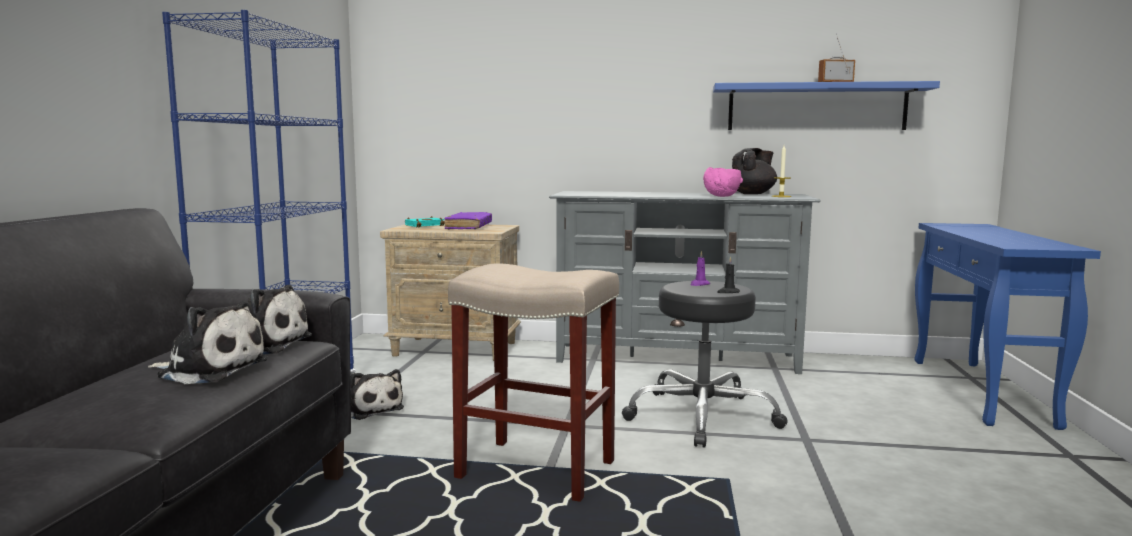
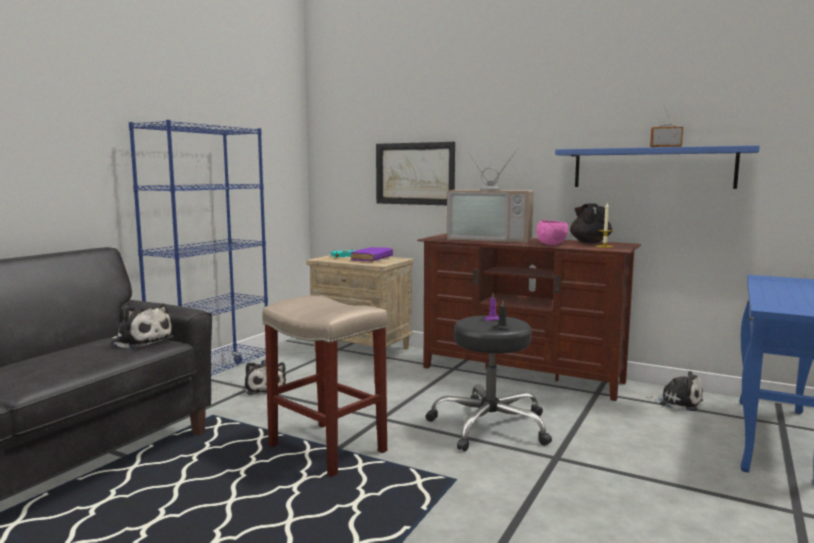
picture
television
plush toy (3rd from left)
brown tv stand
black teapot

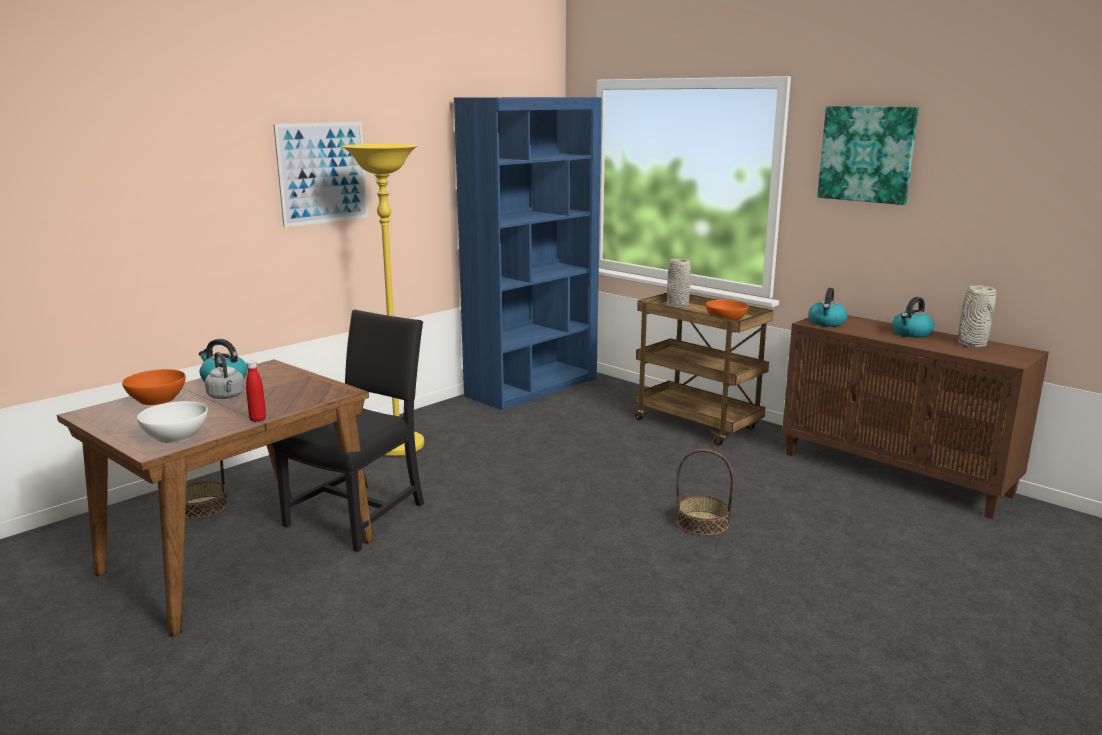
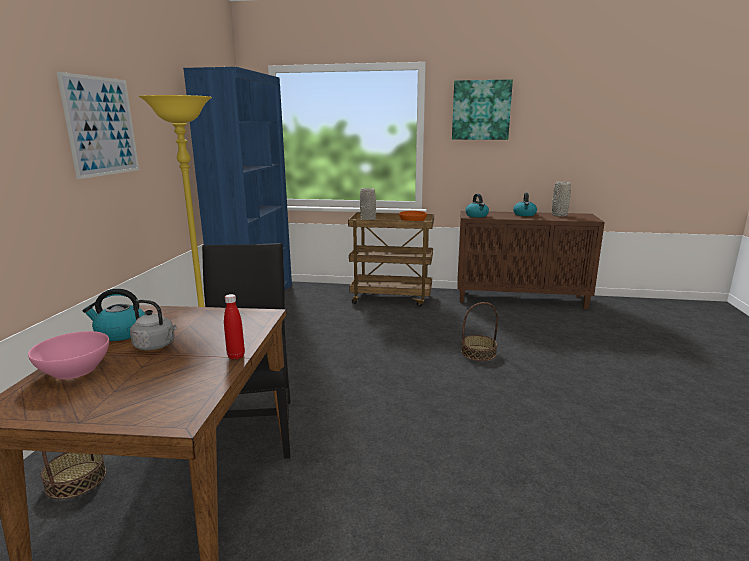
white bowl
pink bowl

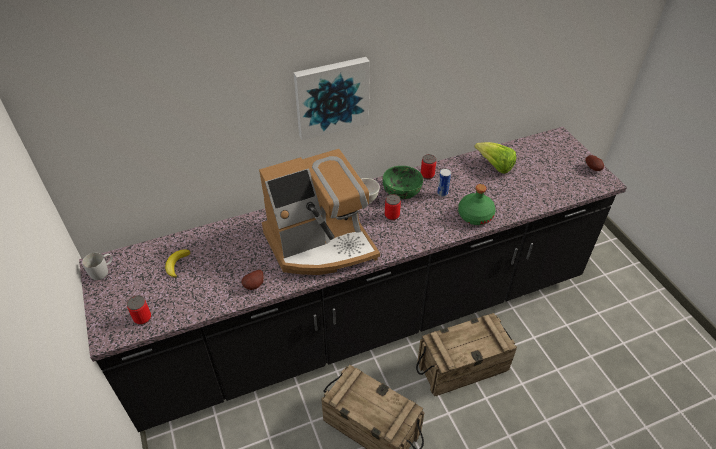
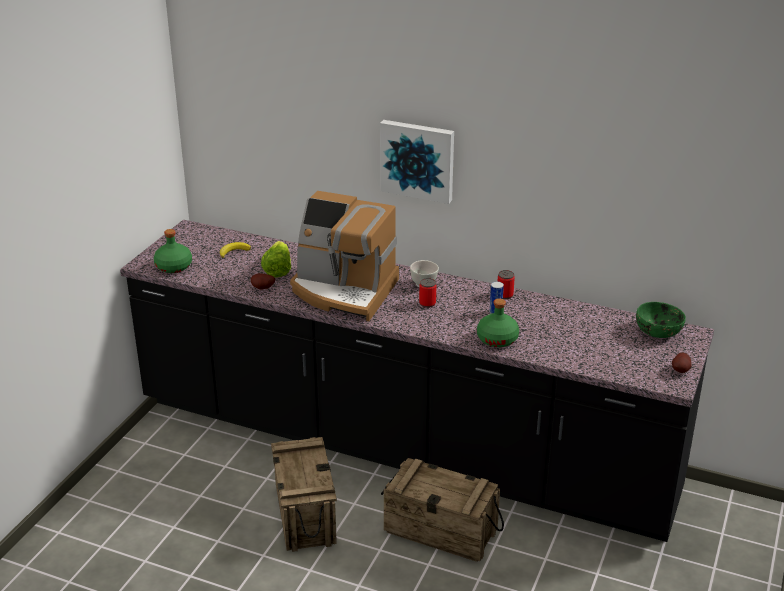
white mug
green bowl
lettuce
green bottle (1st from left)

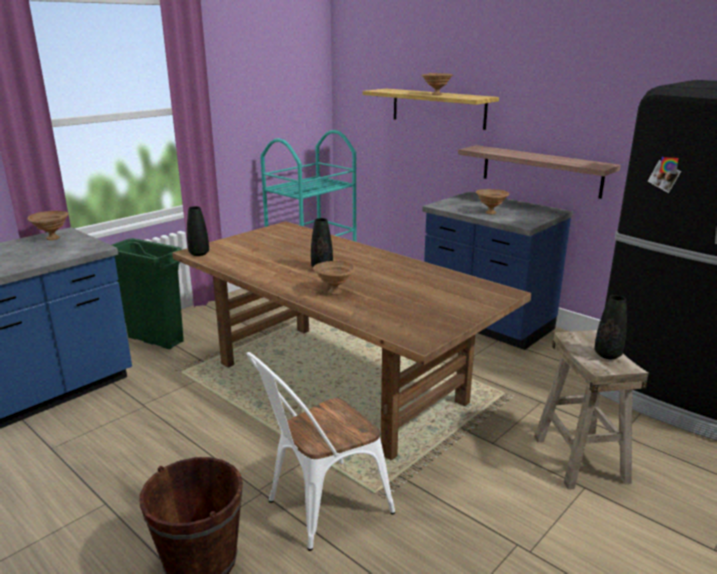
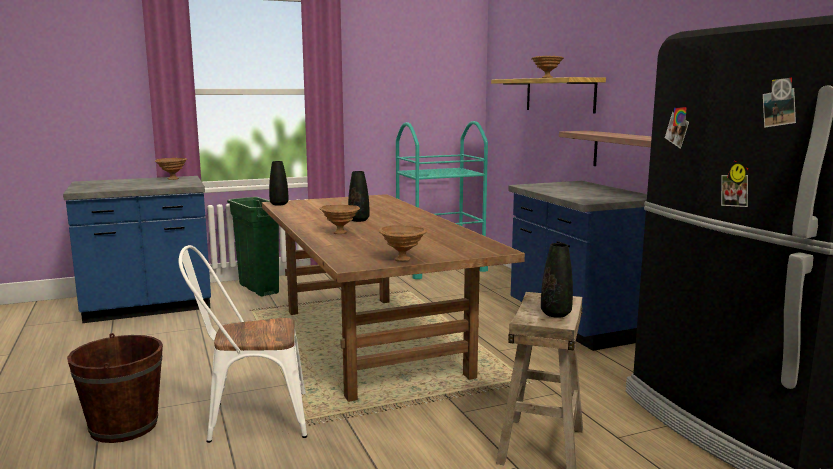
brown bowl (3rd from left)

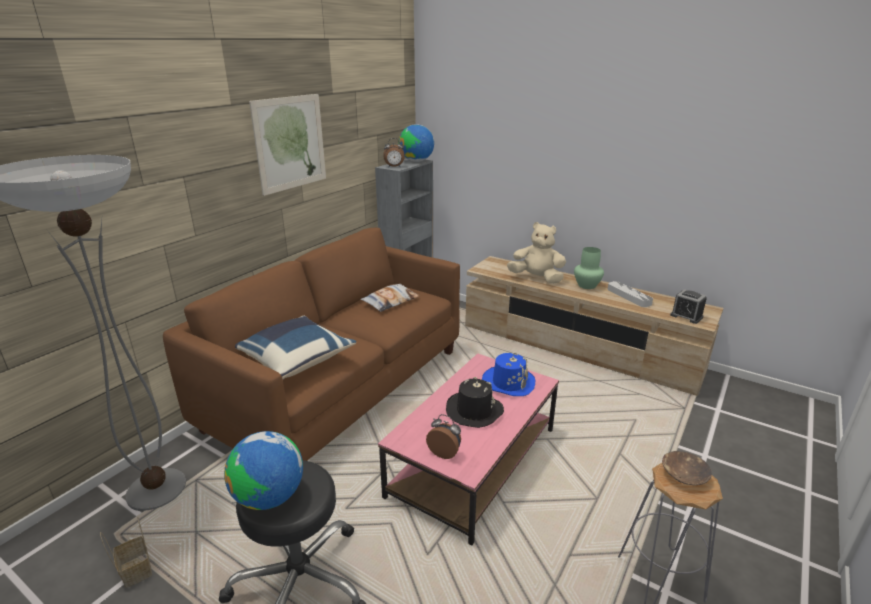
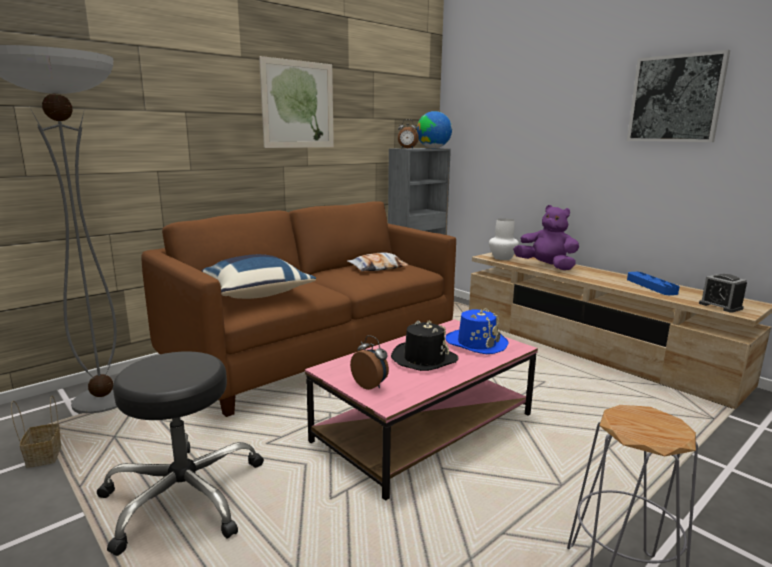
globe (1st from left in the first image)
green vase
brown bowl
white vase
picture (2nd from left)
purple plush toy
blue tray

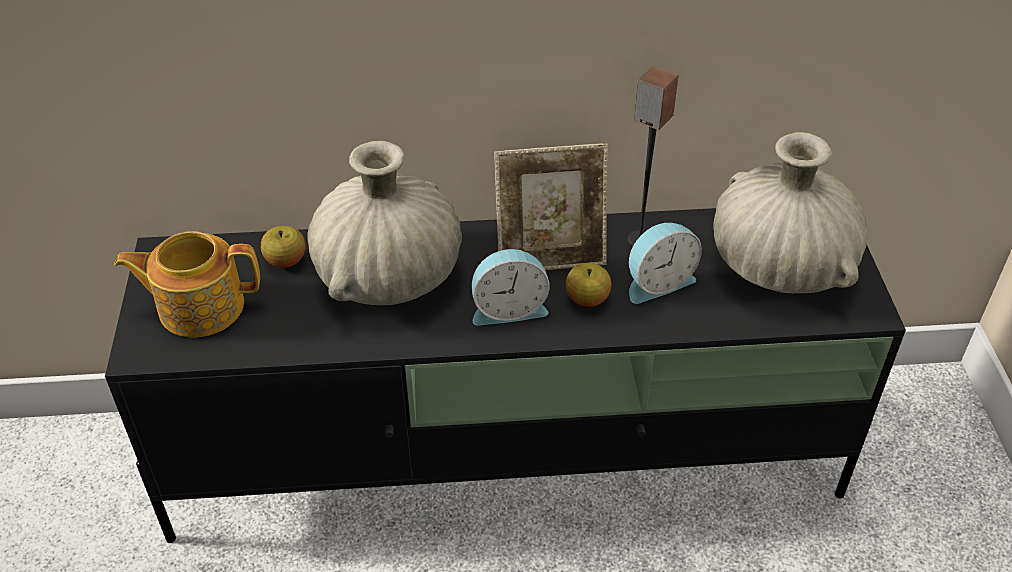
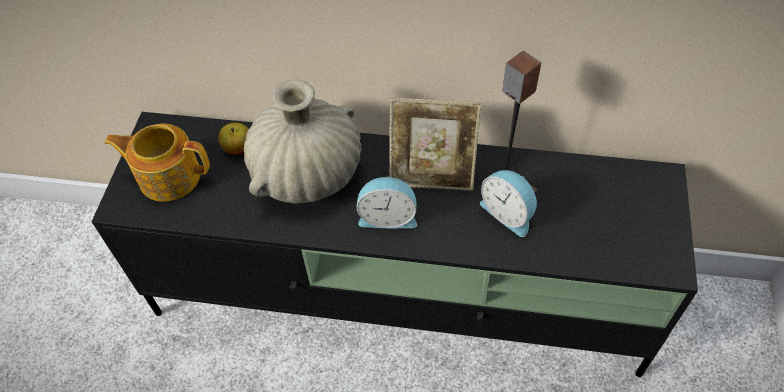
apple (2nd from left in the first image)
beige vase (2nd from left in the first image)
alarm clock (2nd from left)

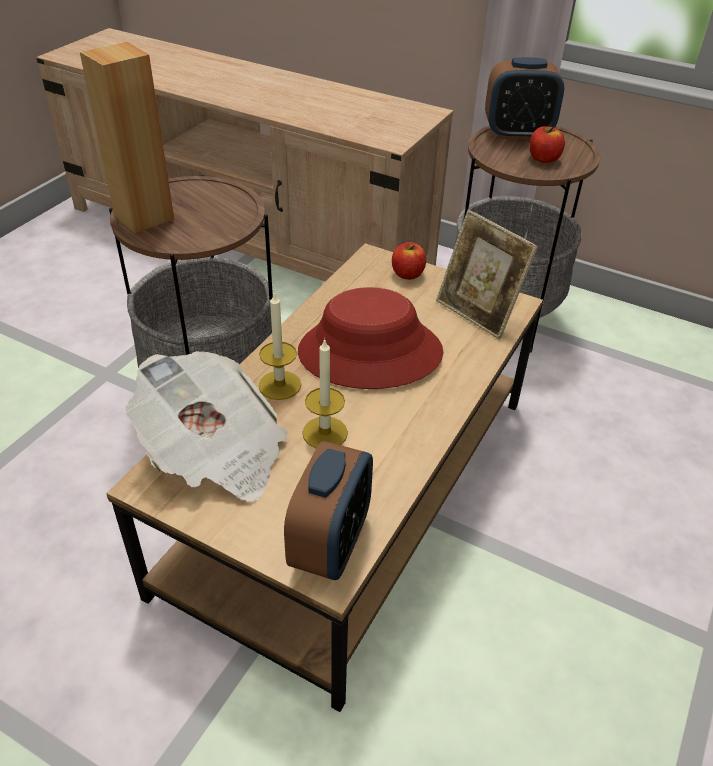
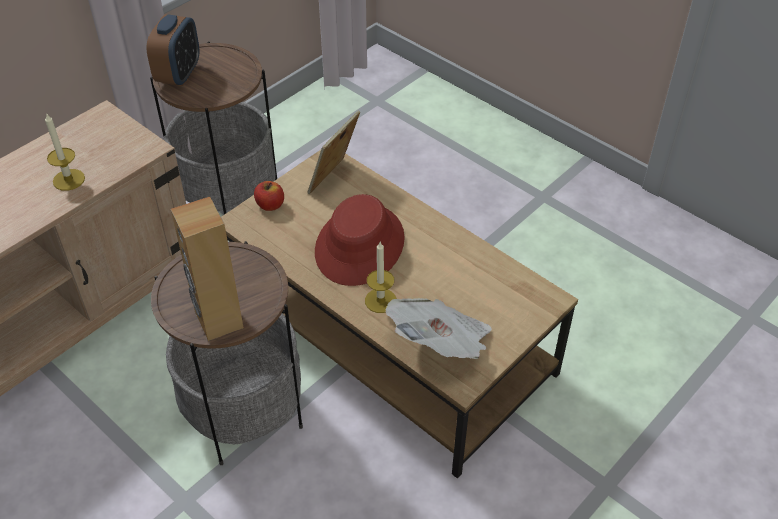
alarm clock (1st from left in the first image)
apple (2nd from left in the first image)
candle (1st from left)
picture frame

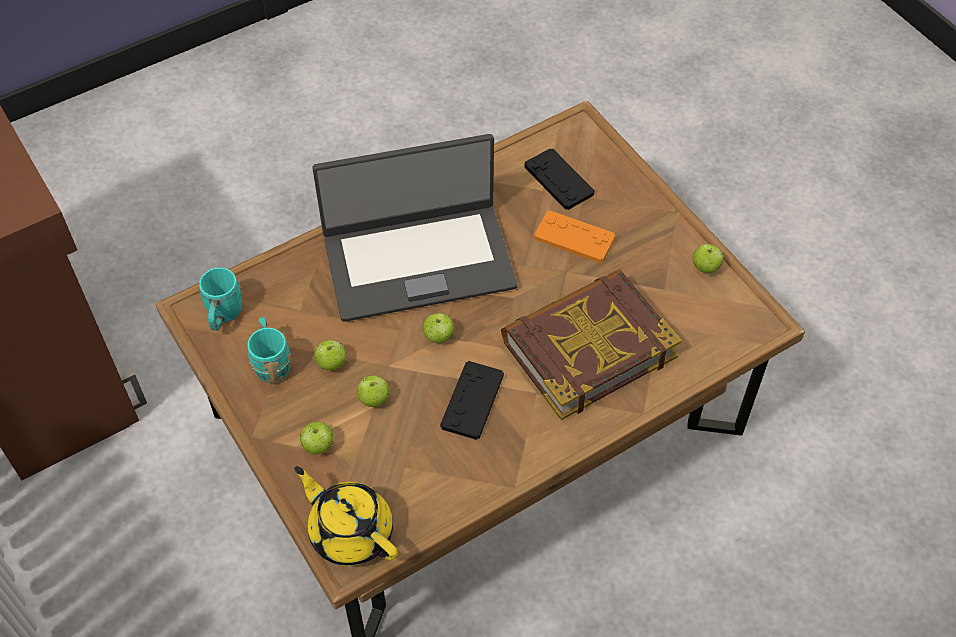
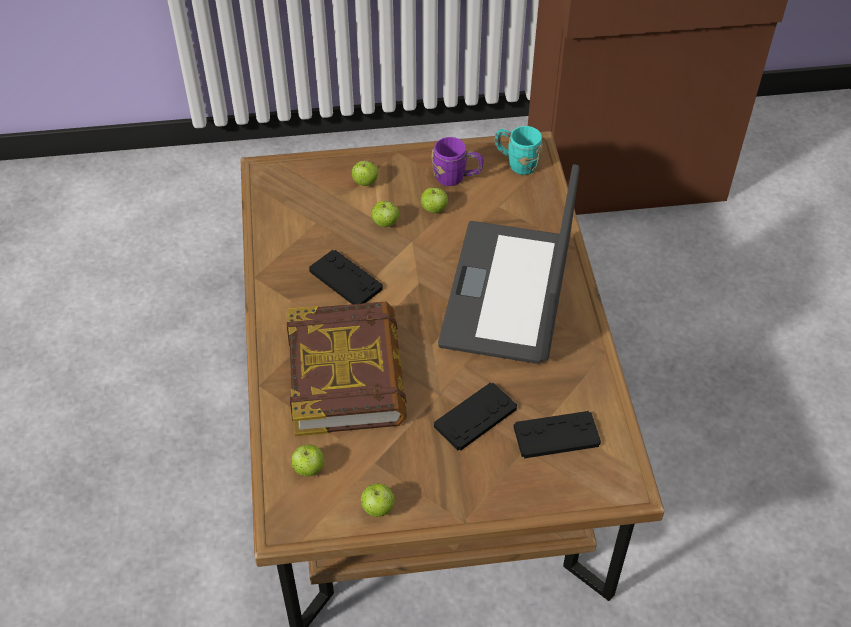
yellow teapot
apple (1st from left)
purple mug
black game controller (2nd from left)

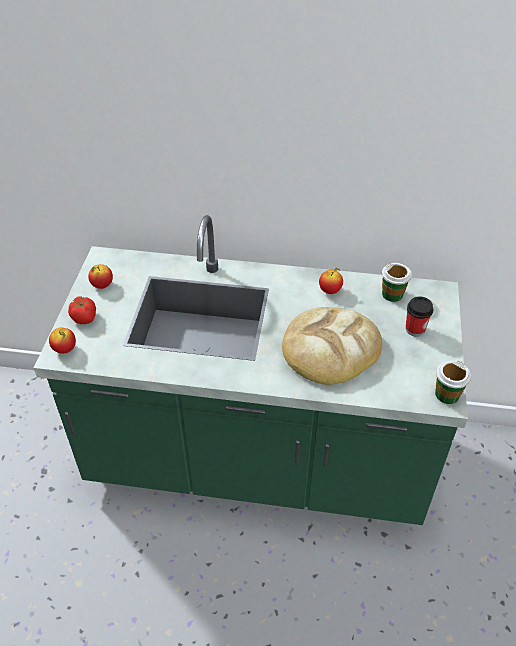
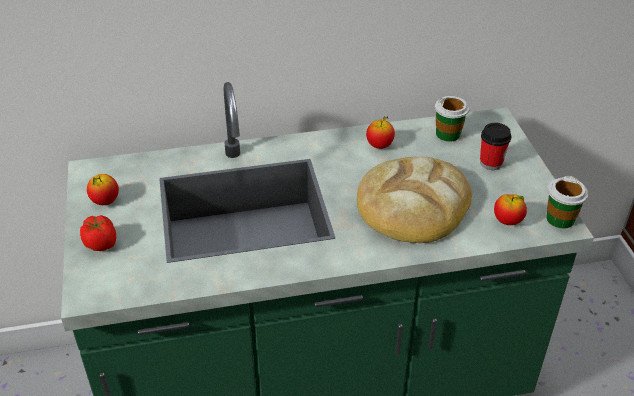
apple (3rd from left)

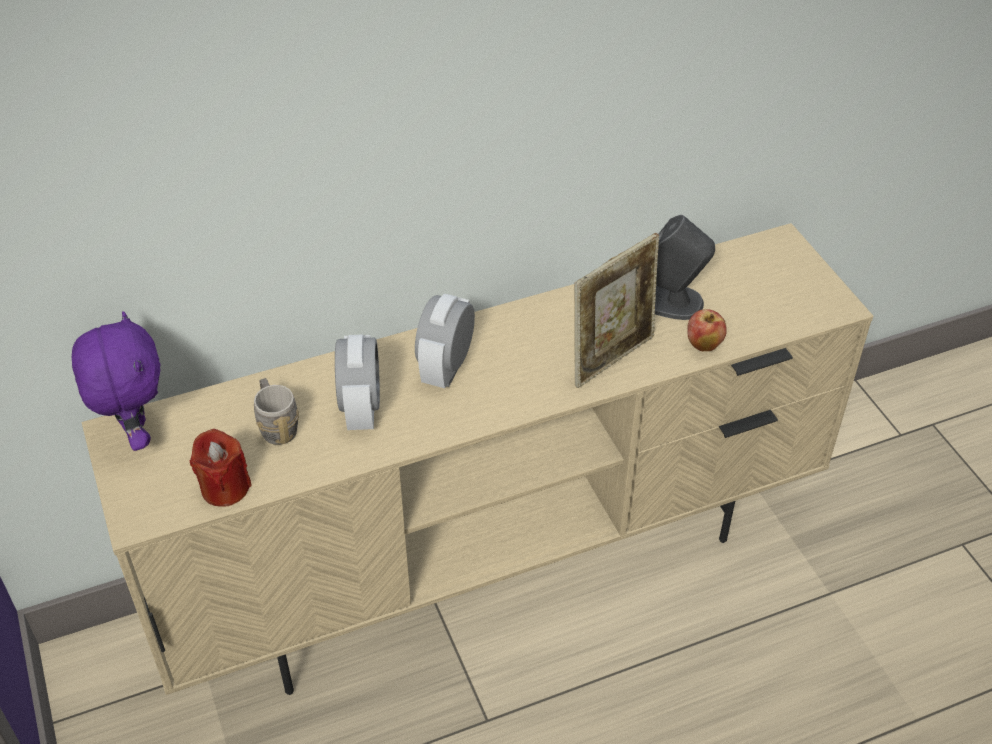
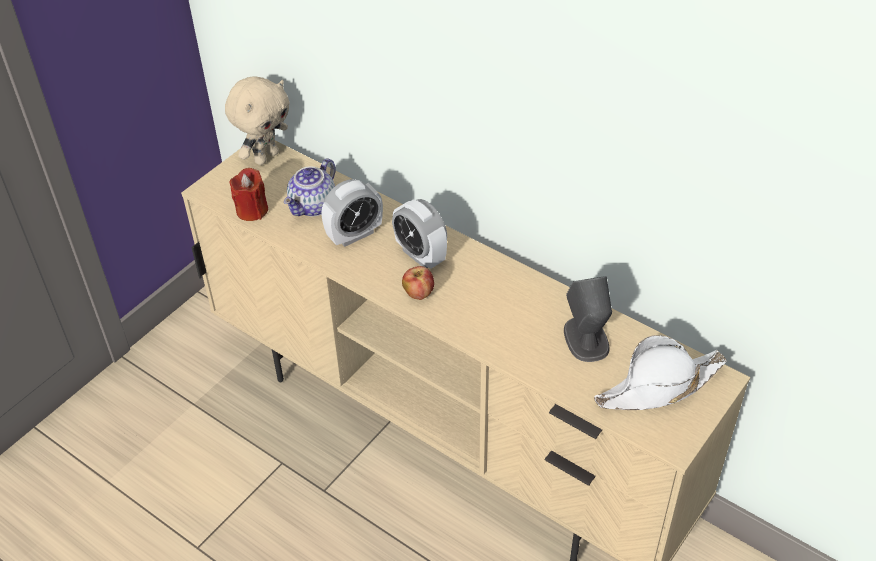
picture frame
white hat
apple
teapot
beige plush toy
alarm clock (2nd from left)

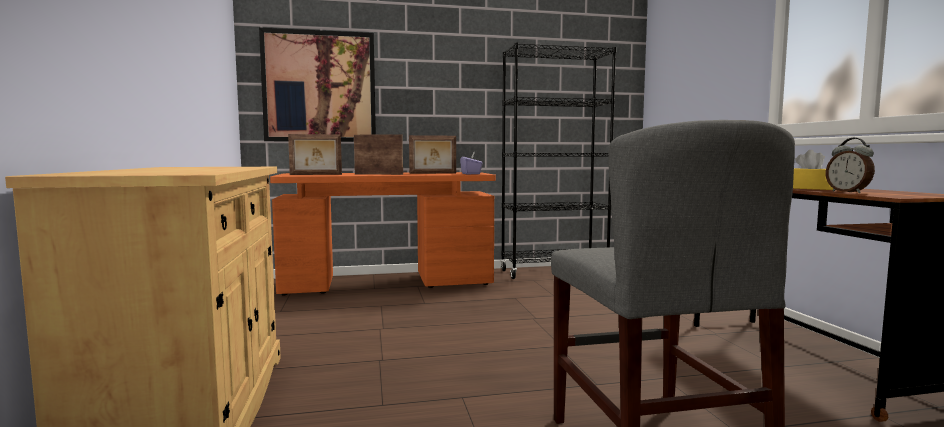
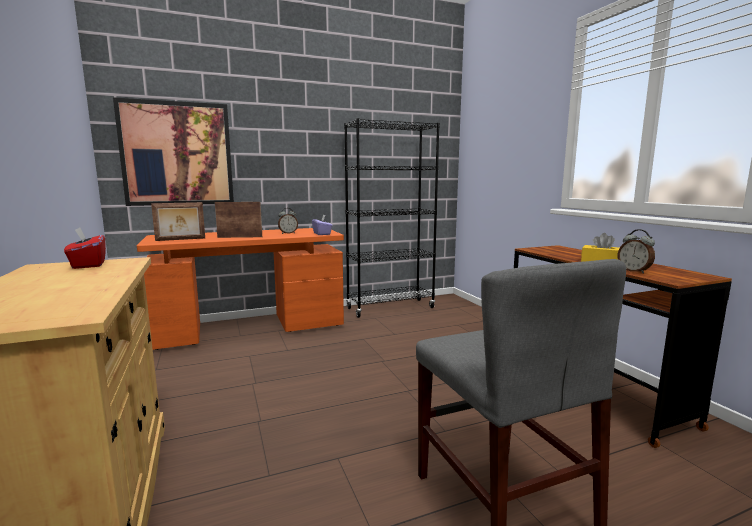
red tissue box
alarm clock (1st from left)

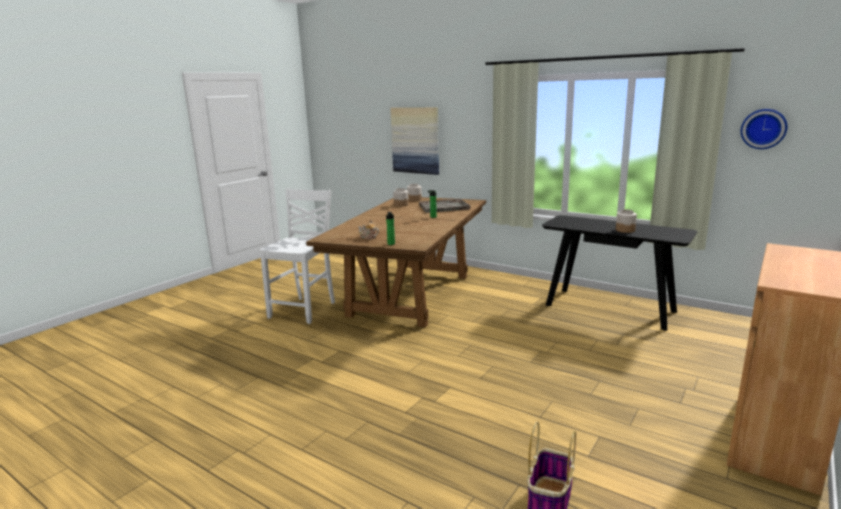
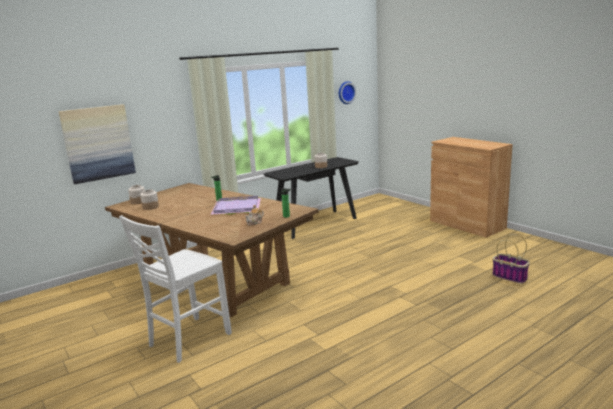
grey tray
purple tray
white chair

